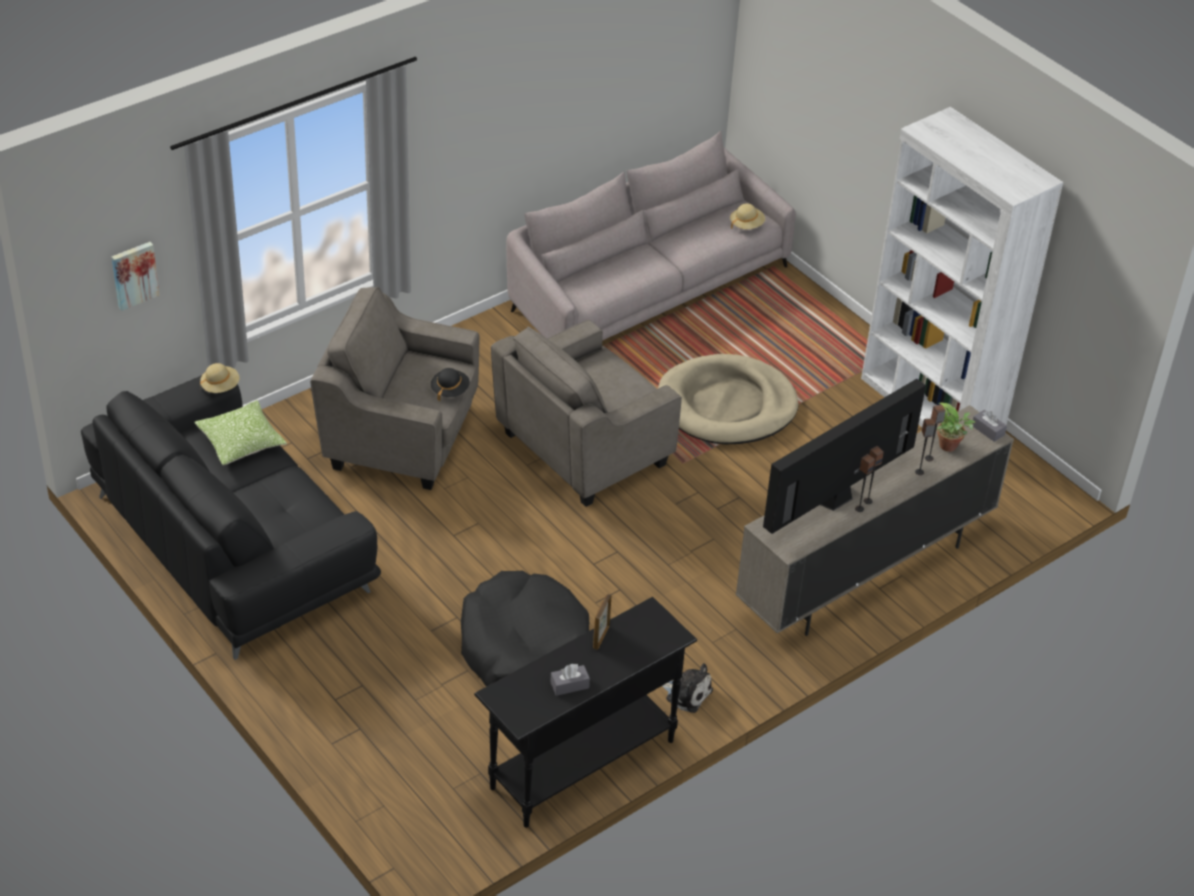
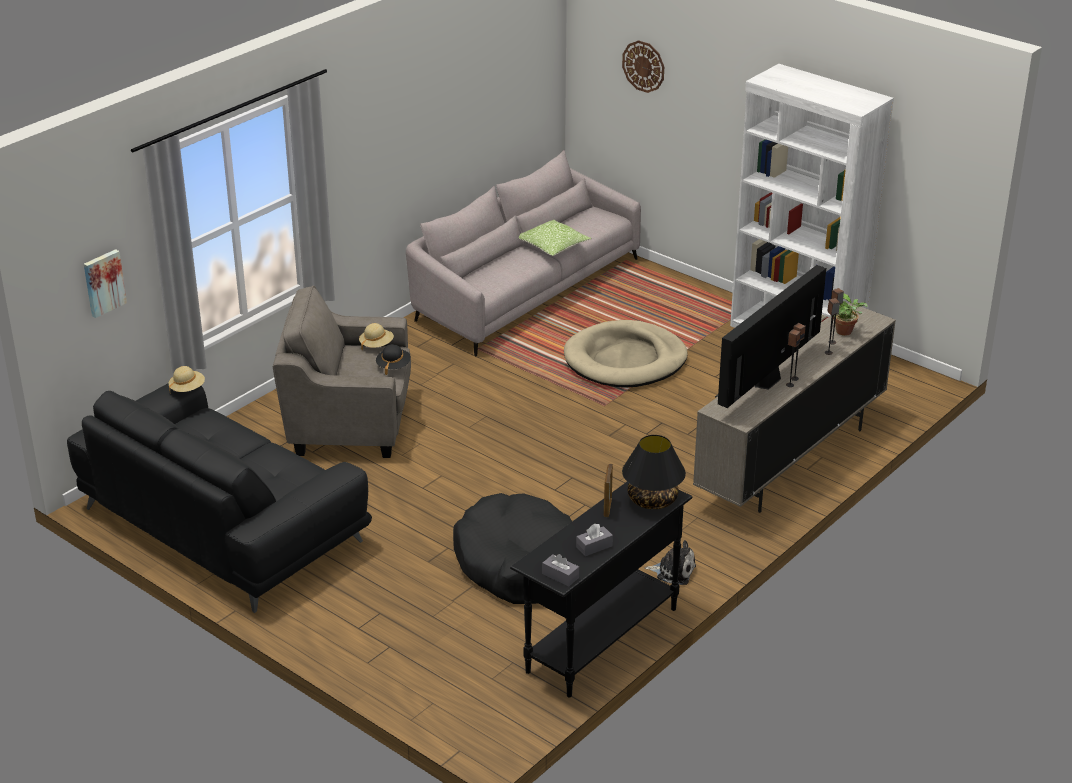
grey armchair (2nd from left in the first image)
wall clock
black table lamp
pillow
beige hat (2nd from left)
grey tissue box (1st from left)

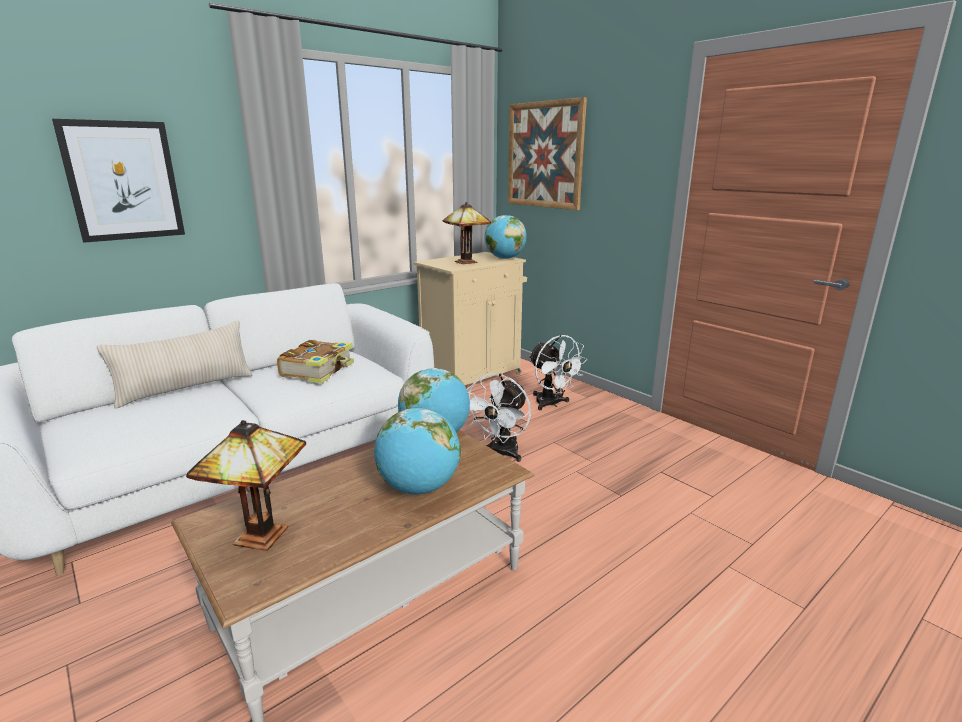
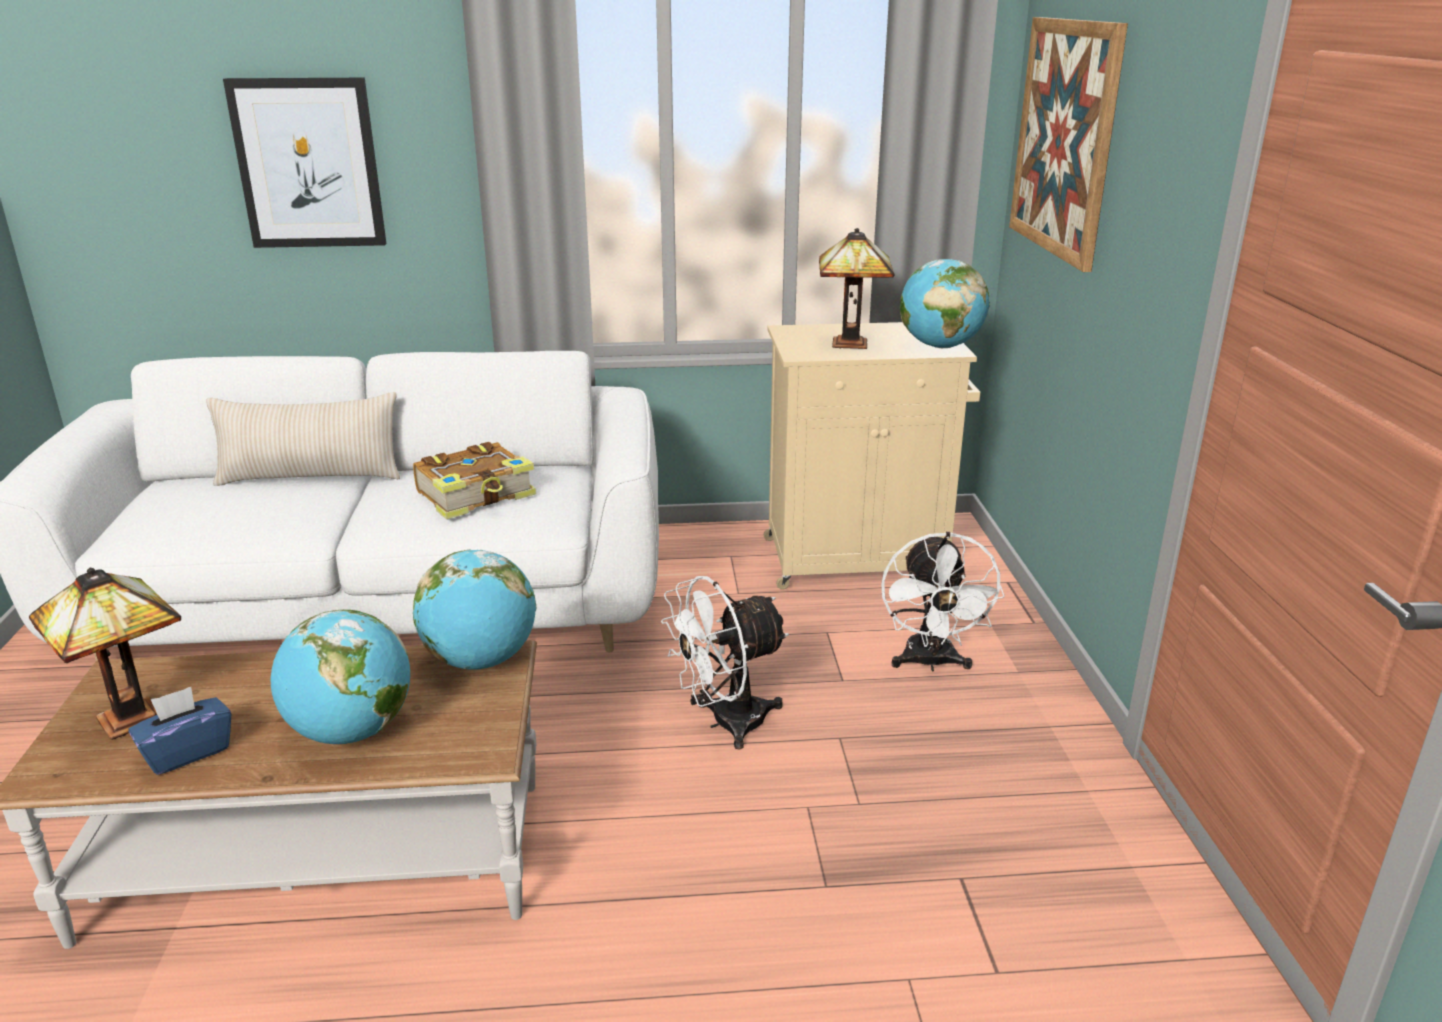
blue tissue box

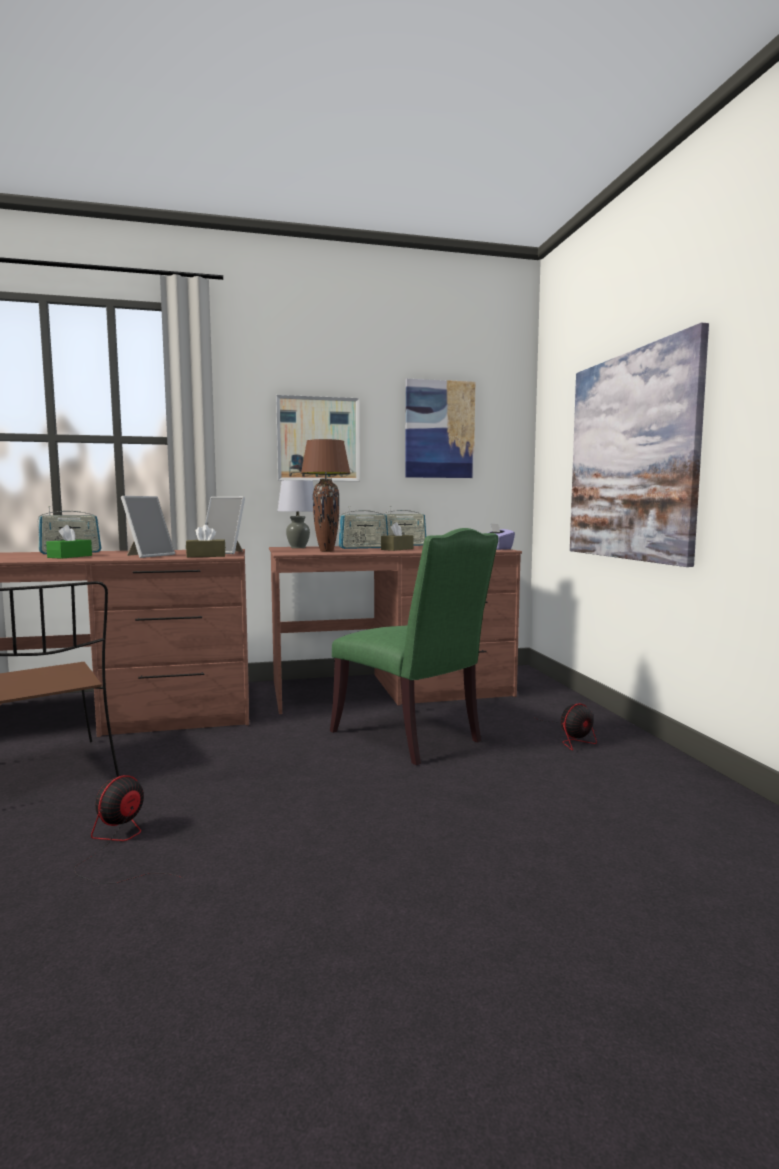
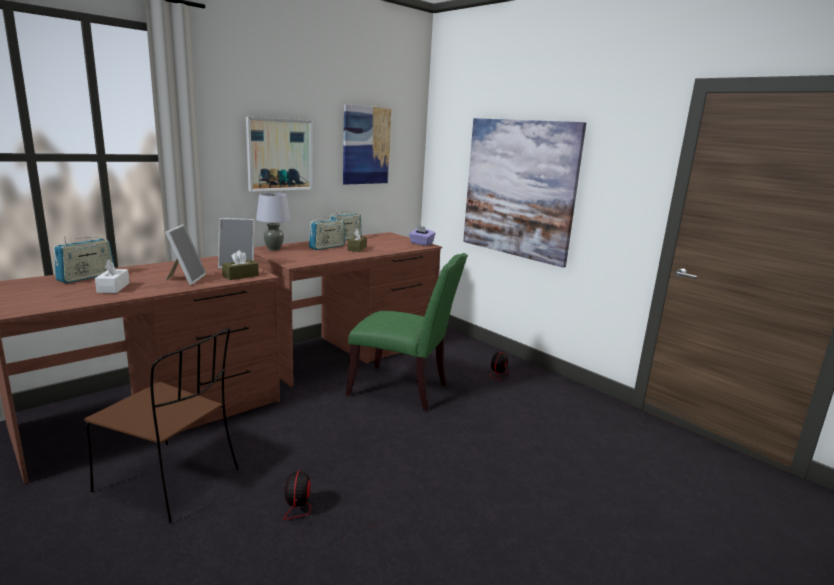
brown table lamp
white tissue box

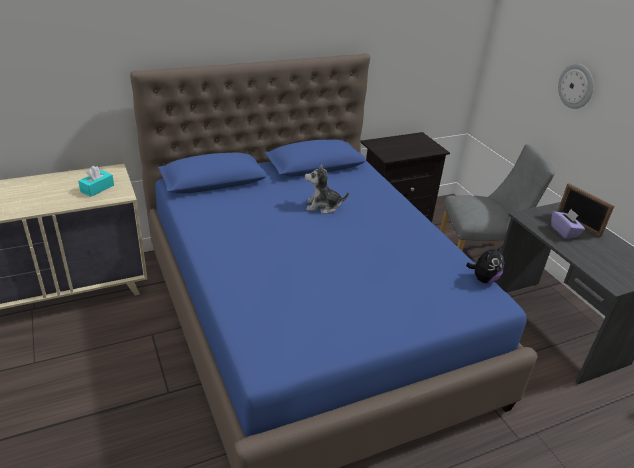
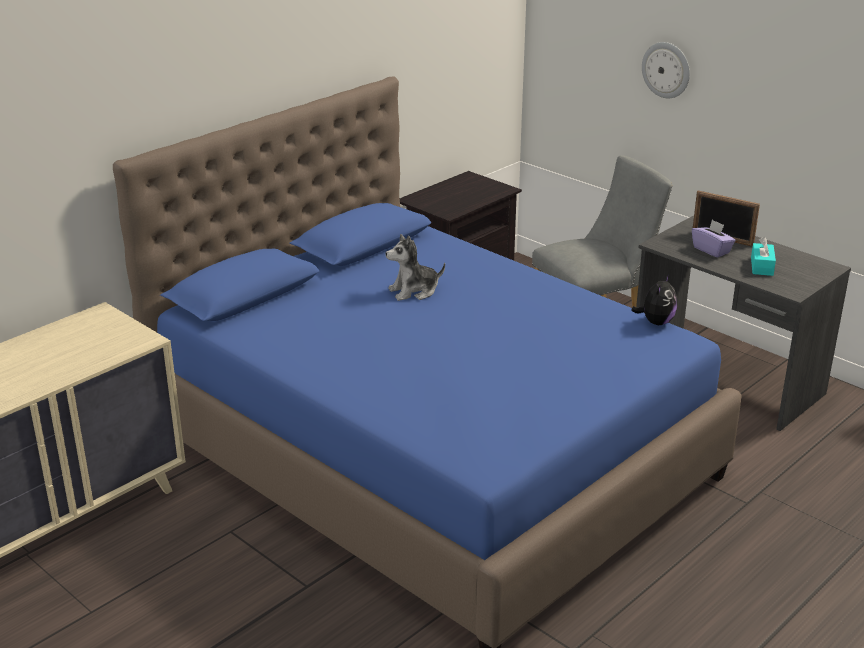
turquoise tissue box

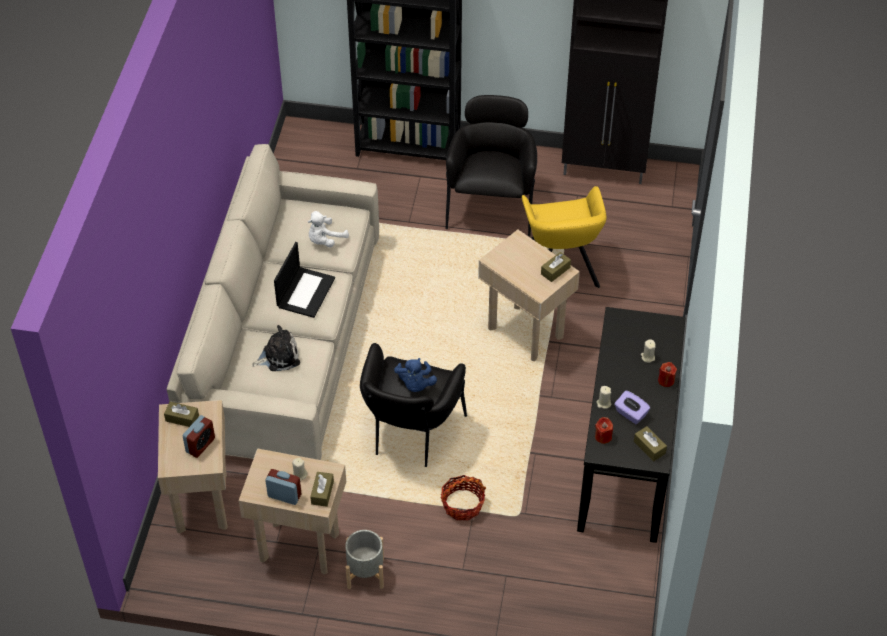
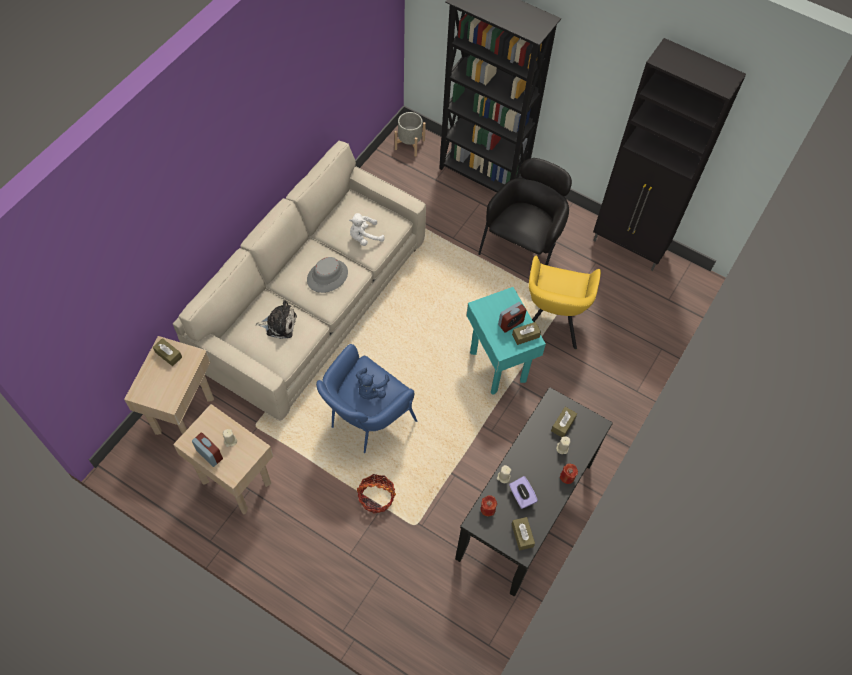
alarm clock (2nd from left)
brown tissue box (4th from left)
grey planter
grey hat
blue armchair
turquoise side table

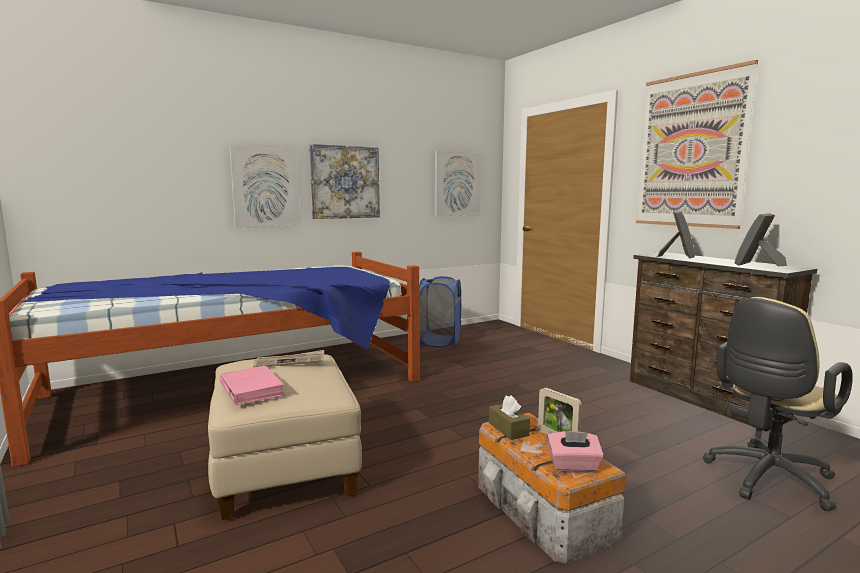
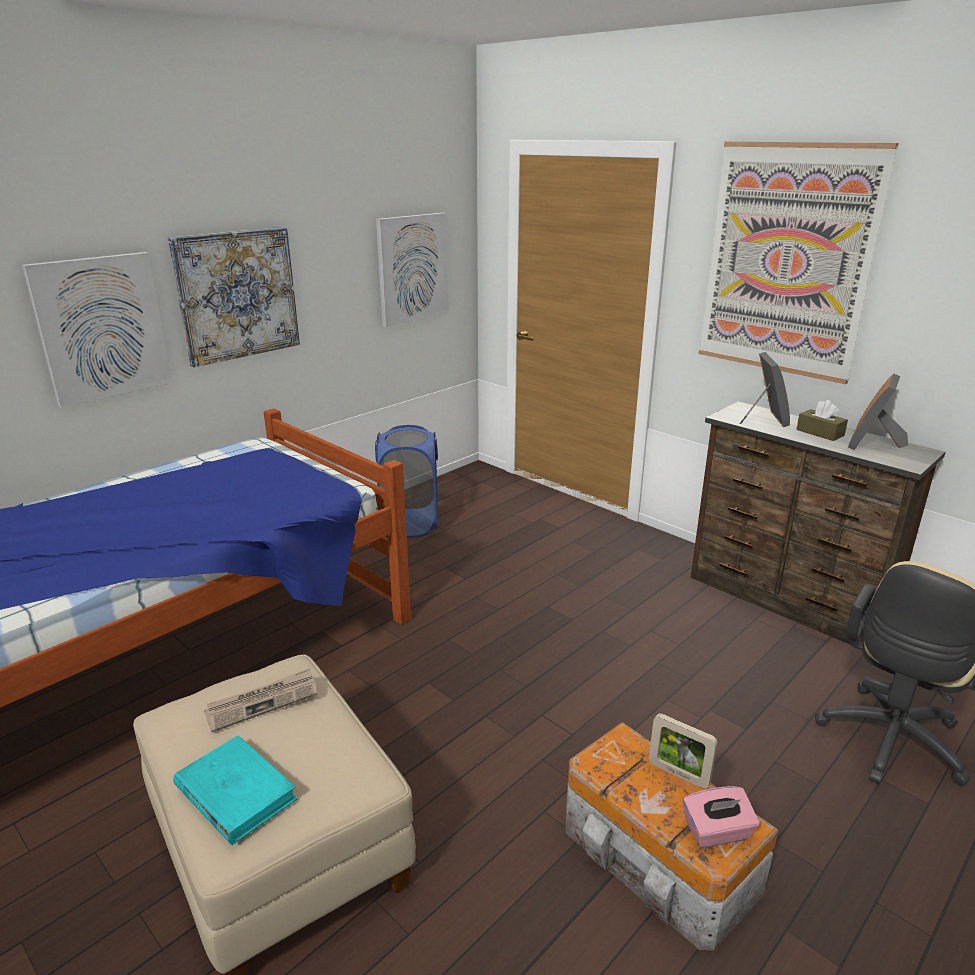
brown tissue box
turquoise book

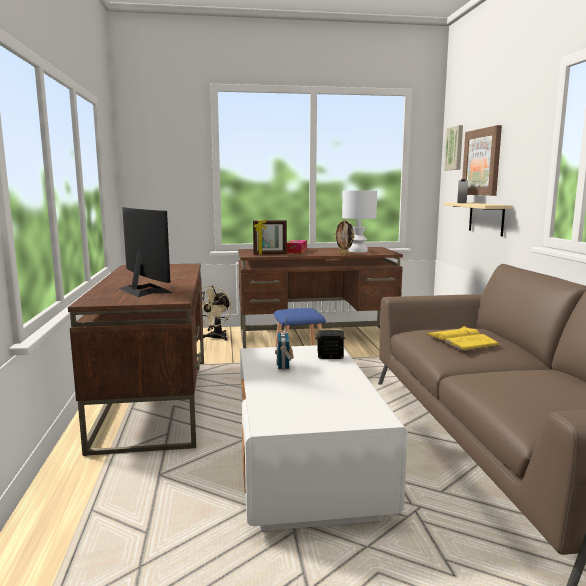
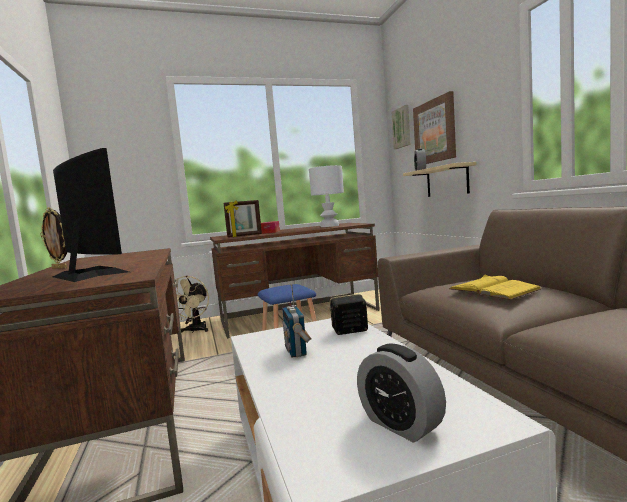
alarm clock (1st from left)
picture frame (1st from left)

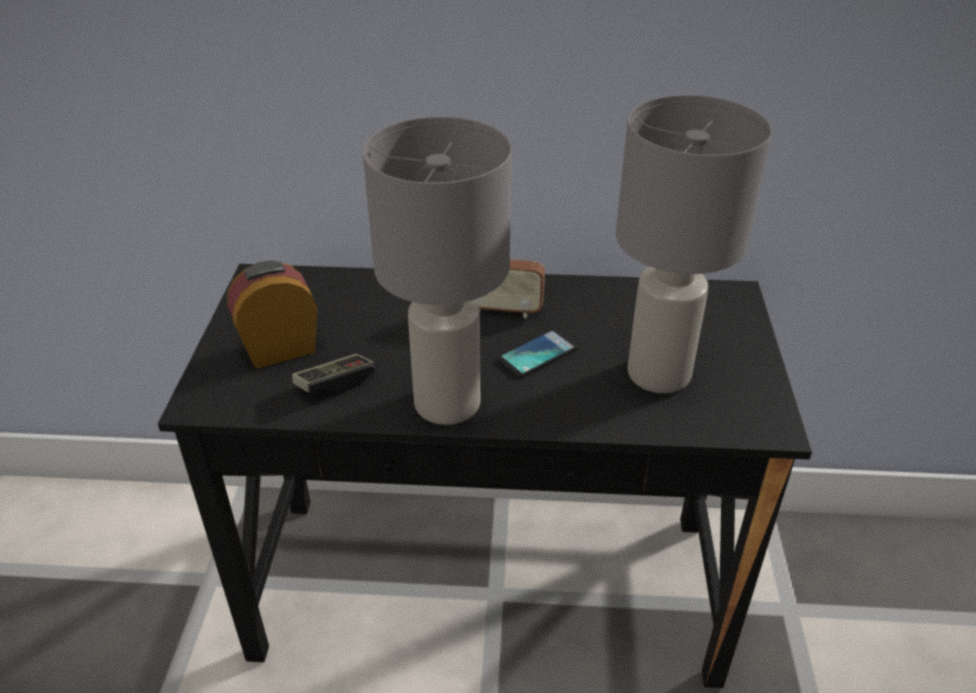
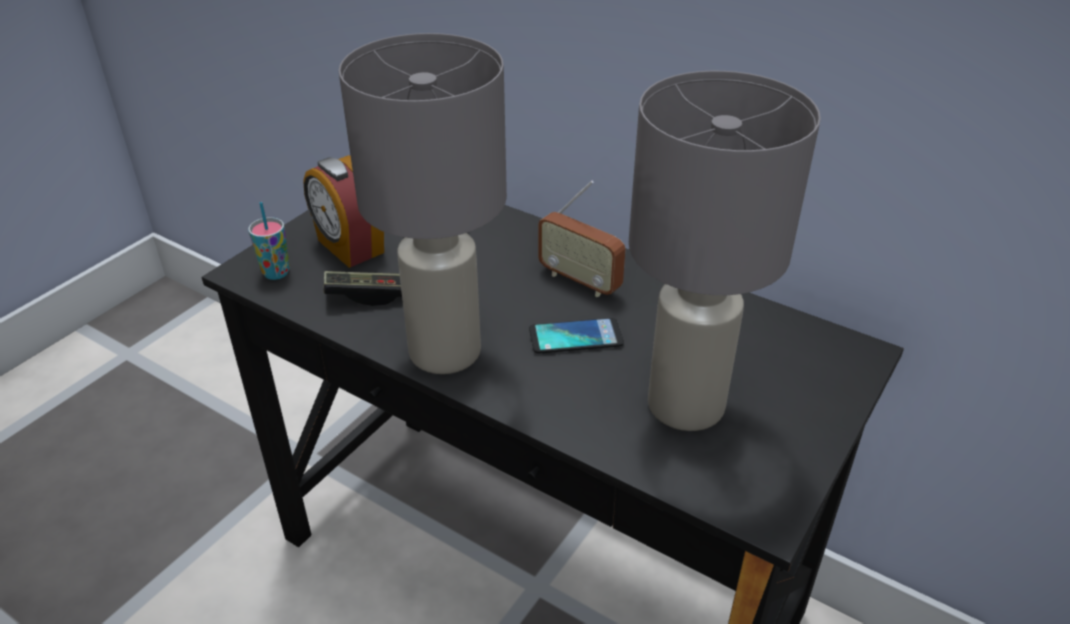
cup
alarm clock

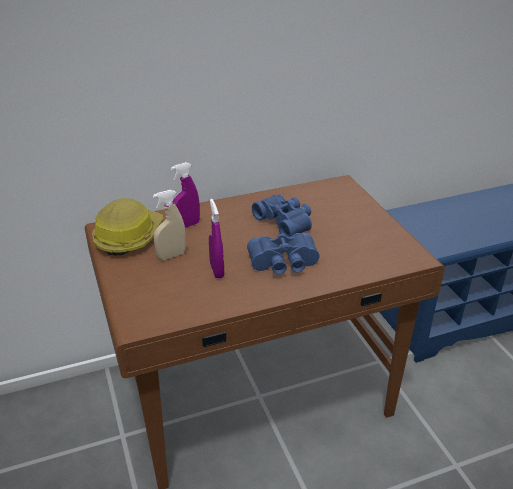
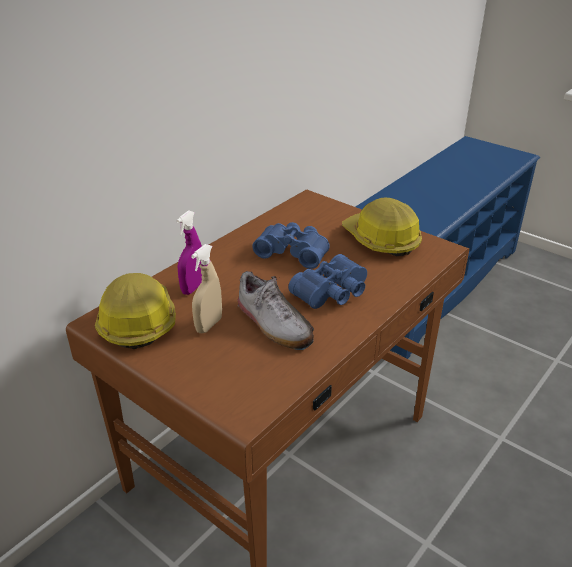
hard hat (2nd from left)
shoe

